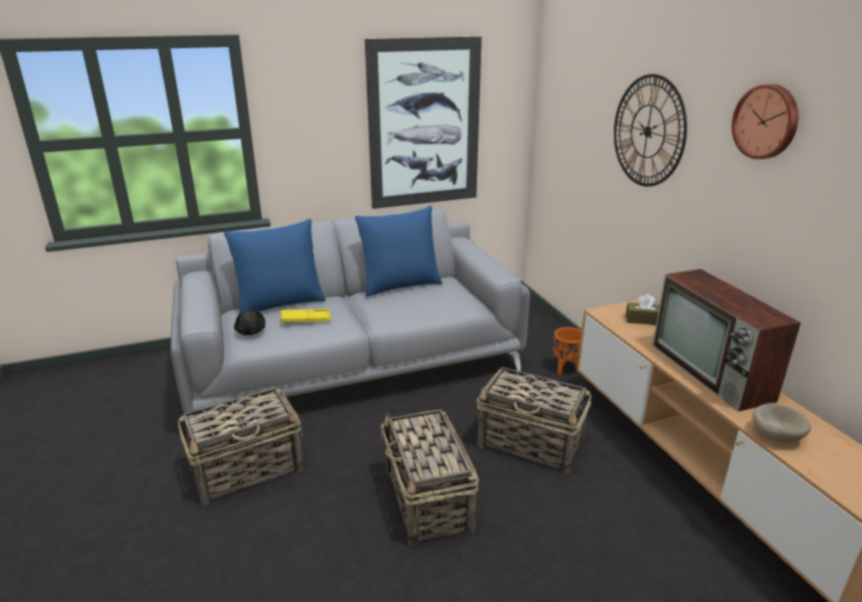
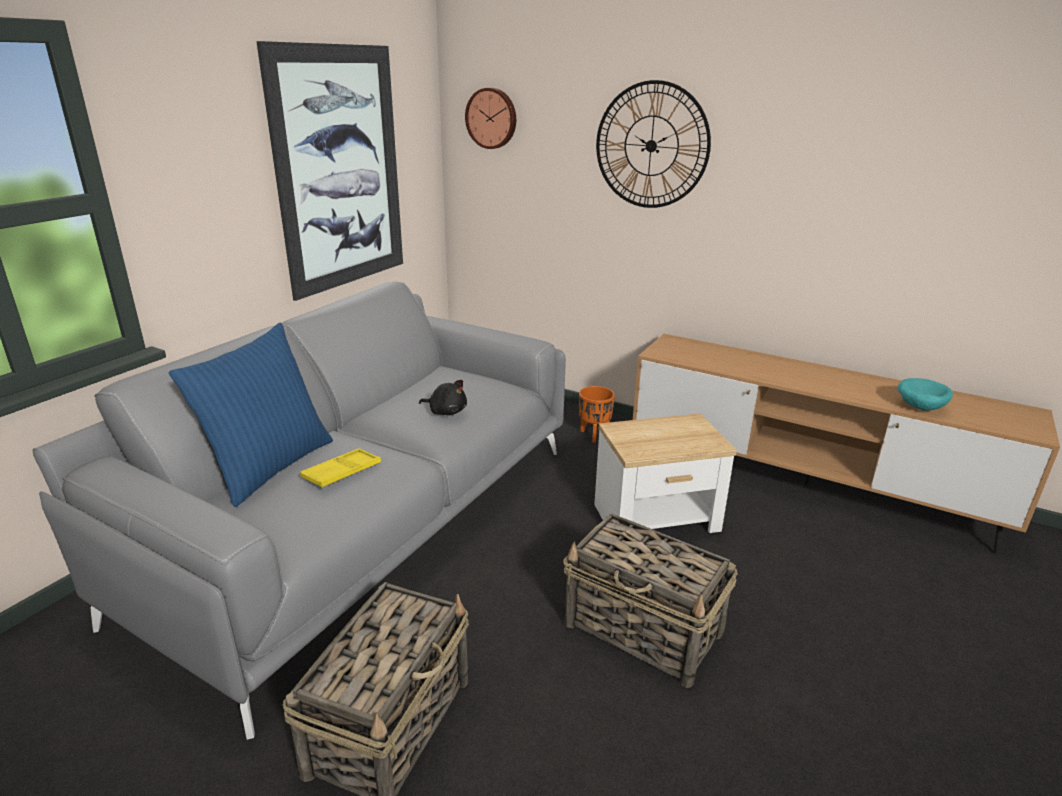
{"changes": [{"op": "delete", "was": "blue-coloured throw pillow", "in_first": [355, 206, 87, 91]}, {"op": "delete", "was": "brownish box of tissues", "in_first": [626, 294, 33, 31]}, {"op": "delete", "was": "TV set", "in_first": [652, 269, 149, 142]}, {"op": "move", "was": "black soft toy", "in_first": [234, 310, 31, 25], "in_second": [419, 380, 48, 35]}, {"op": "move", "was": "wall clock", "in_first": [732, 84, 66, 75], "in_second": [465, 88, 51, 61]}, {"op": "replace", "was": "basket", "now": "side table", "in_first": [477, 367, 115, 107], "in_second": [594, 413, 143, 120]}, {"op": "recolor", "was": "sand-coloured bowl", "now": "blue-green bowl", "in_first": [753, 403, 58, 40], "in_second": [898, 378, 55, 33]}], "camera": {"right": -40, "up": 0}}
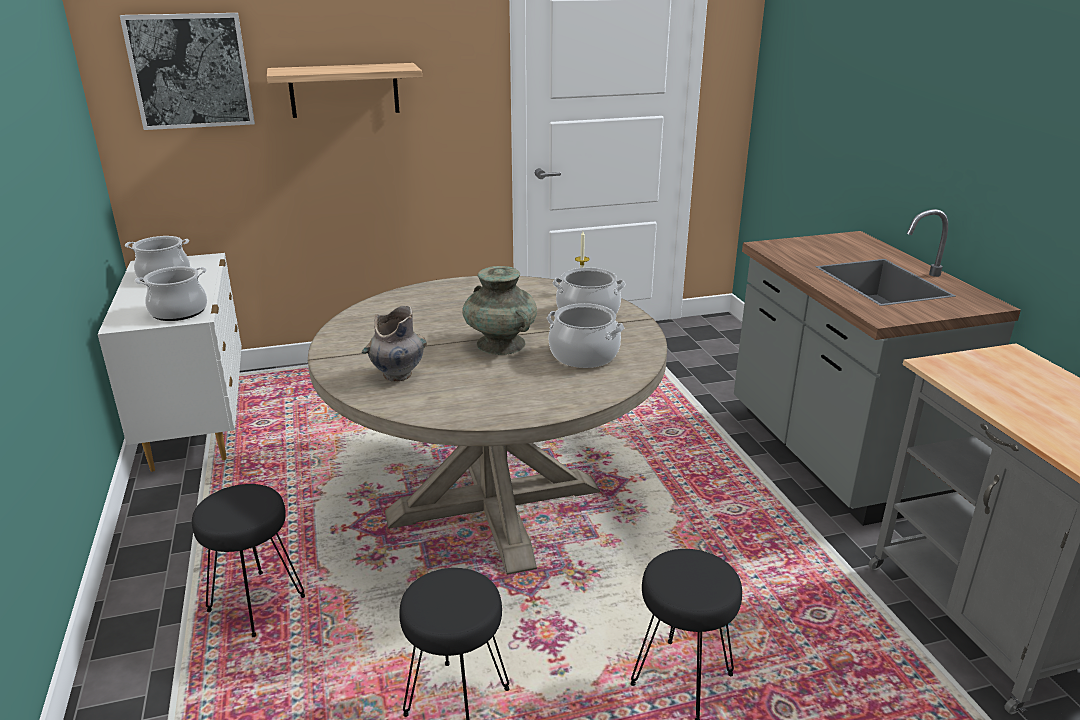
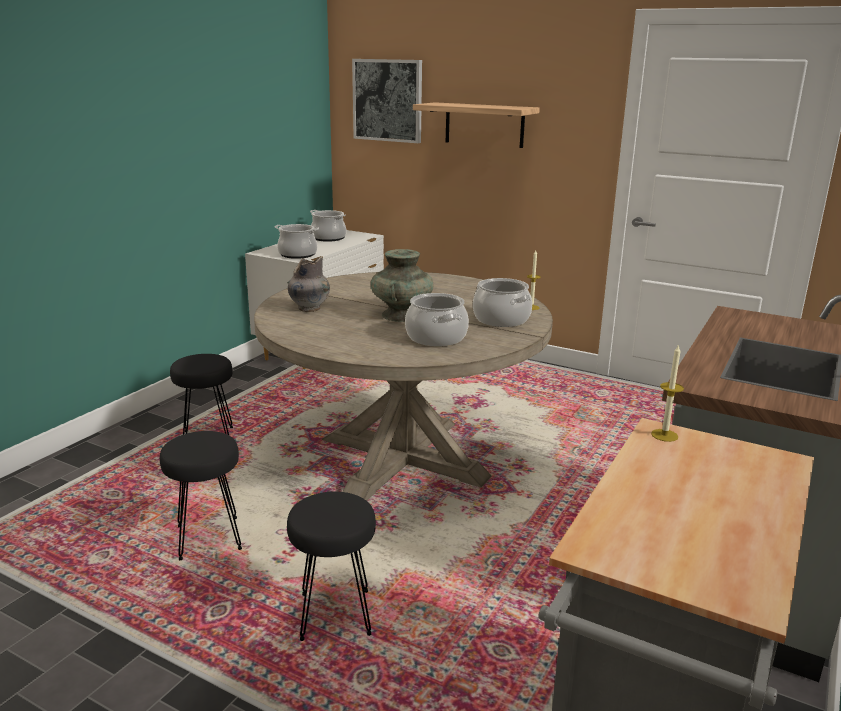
{"changes": [{"op": "insert", "now": "wax candle", "in_second": [651, 344, 33, 98]}], "camera": {"right": 45, "up": -5}}
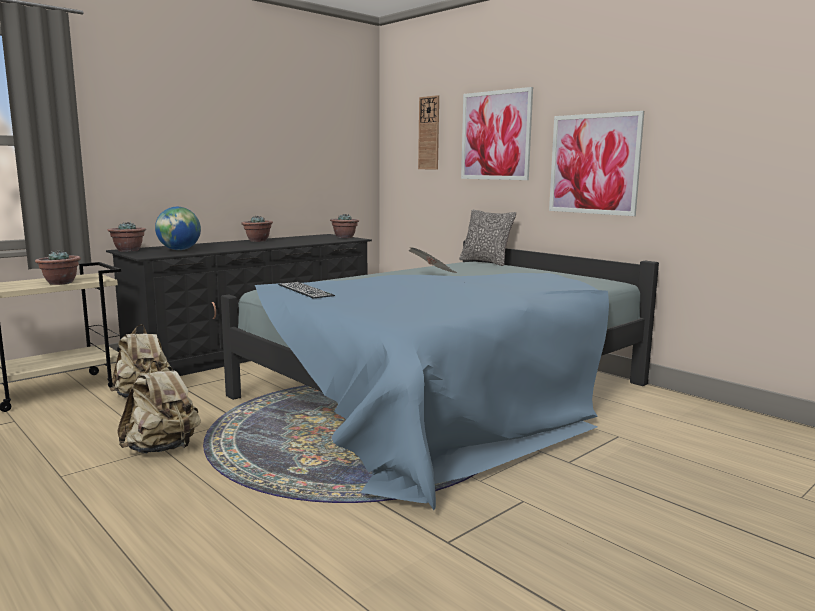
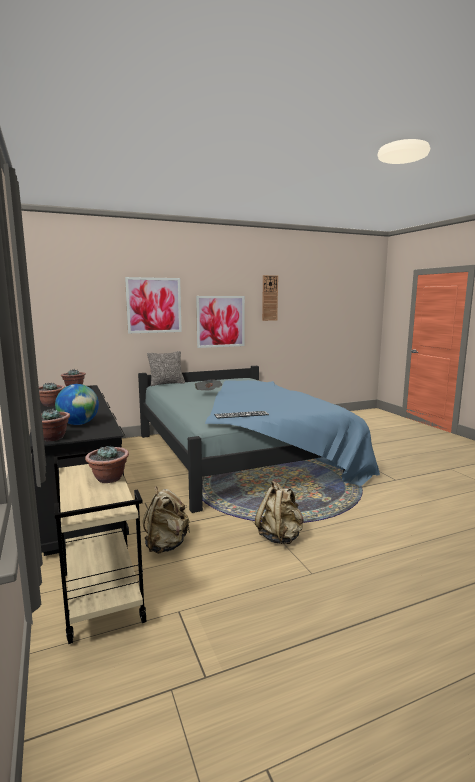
{"changes": [{"op": "move", "was": "wall clock", "in_first": [418, 95, 21, 75], "in_second": [262, 275, 16, 46]}], "camera": {"right": -70, "up": 0}}
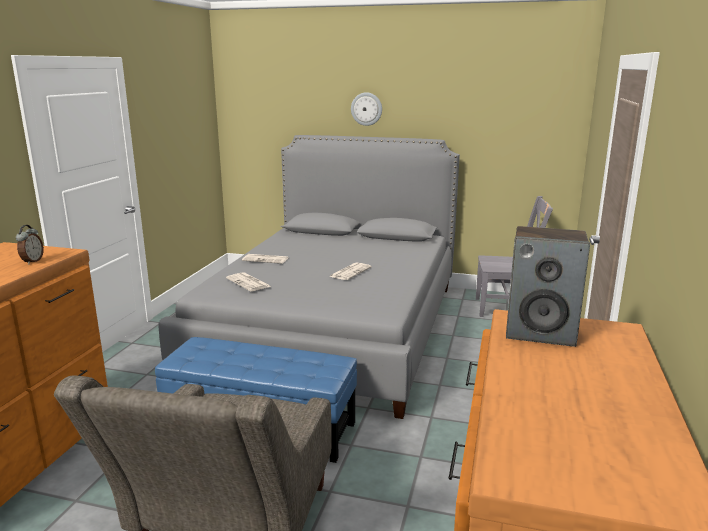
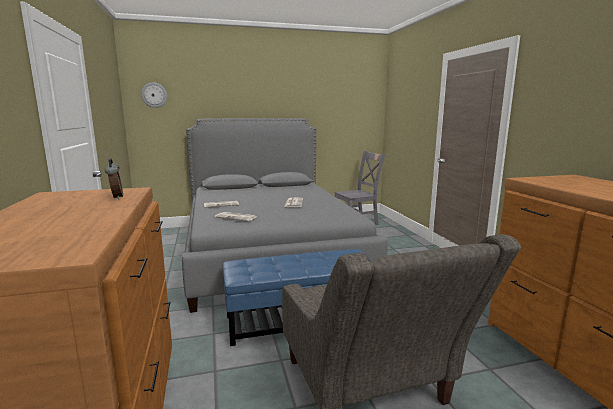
{"changes": [{"op": "delete", "was": "loudspeaker", "in_first": [506, 226, 84, 121]}, {"op": "move", "was": "wall clock", "in_first": [351, 92, 31, 34], "in_second": [141, 83, 26, 25]}], "camera": {"right": -30, "up": -5}}
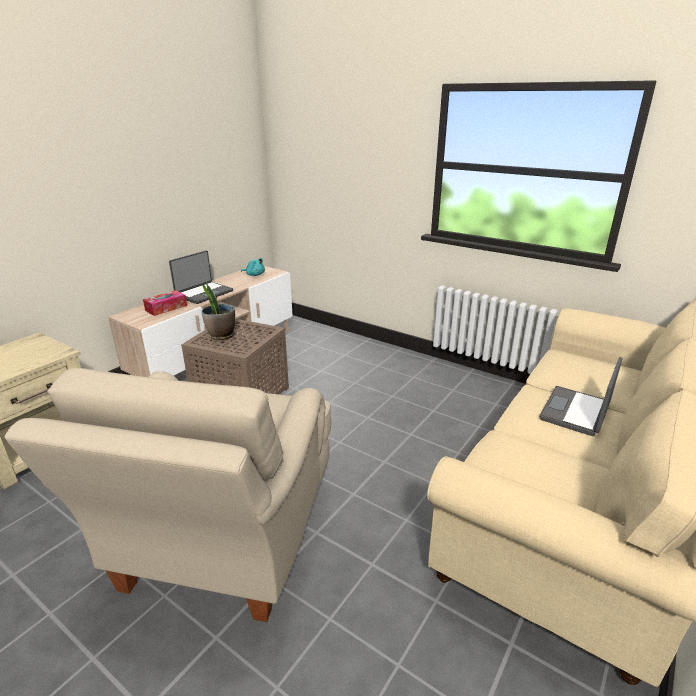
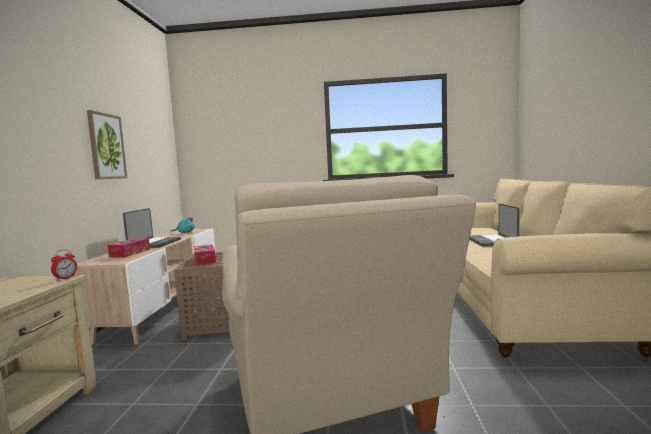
{"changes": [{"op": "insert", "now": "alarm clock", "in_second": [51, 250, 26, 31]}, {"op": "insert", "now": "wall picture", "in_second": [87, 110, 40, 69]}, {"op": "replace", "was": "houseplant", "now": "box of tissues", "in_first": [201, 280, 34, 60], "in_second": [194, 244, 22, 21]}], "camera": {"right": -30, "up": -20}}
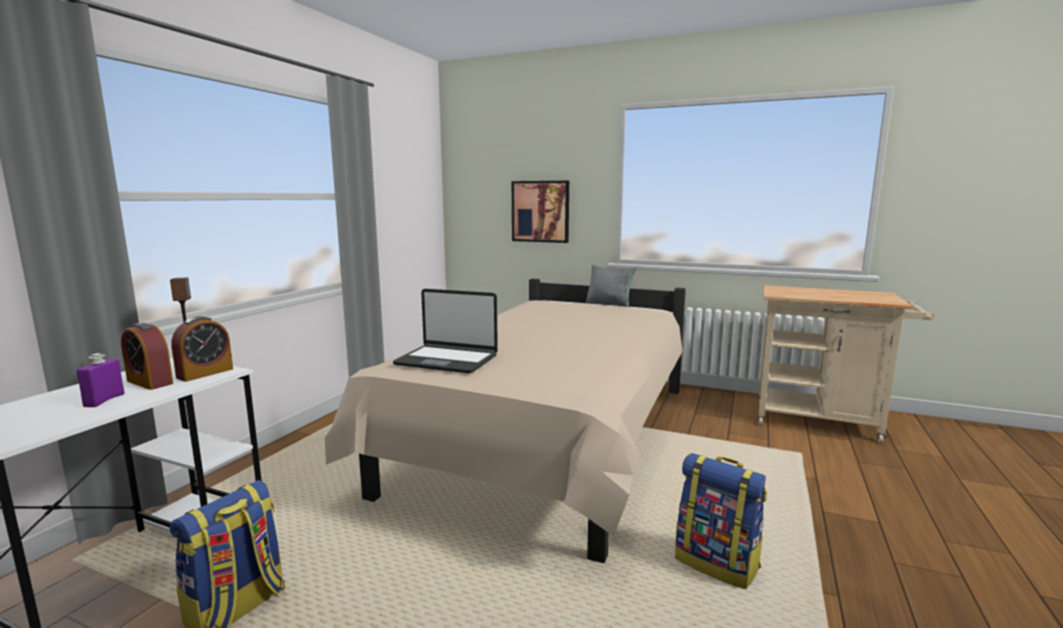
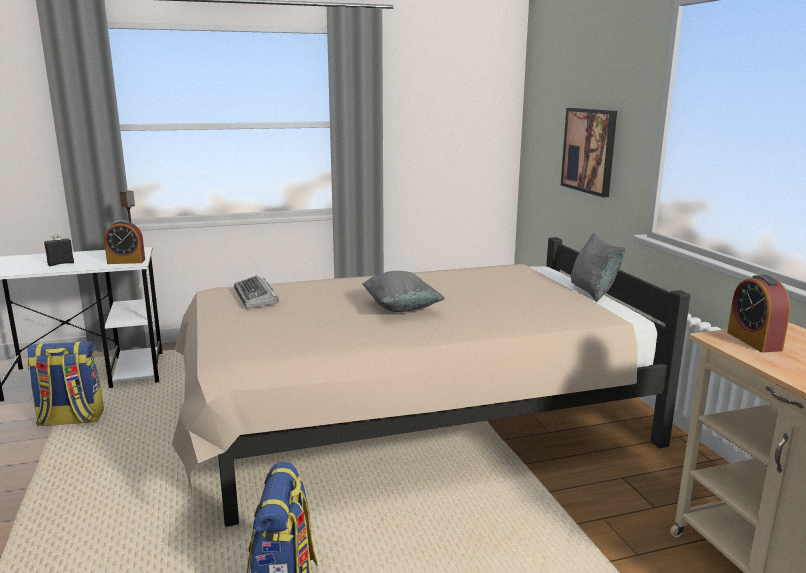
{"changes": [{"op": "insert", "now": "greyish throw pillow", "in_second": [362, 271, 83, 41]}, {"op": "move", "was": "alarm clock", "in_first": [121, 322, 52, 68], "in_second": [727, 275, 63, 77]}, {"op": "replace", "was": "portable computer", "now": "PC keyboard", "in_first": [393, 289, 105, 84], "in_second": [234, 275, 45, 34]}, {"op": "recolor", "was": "purplish beverage bottle", "now": "black beverage bottle", "in_first": [77, 353, 48, 54], "in_second": [44, 234, 30, 32]}], "camera": {"right": 50, "up": 5}}
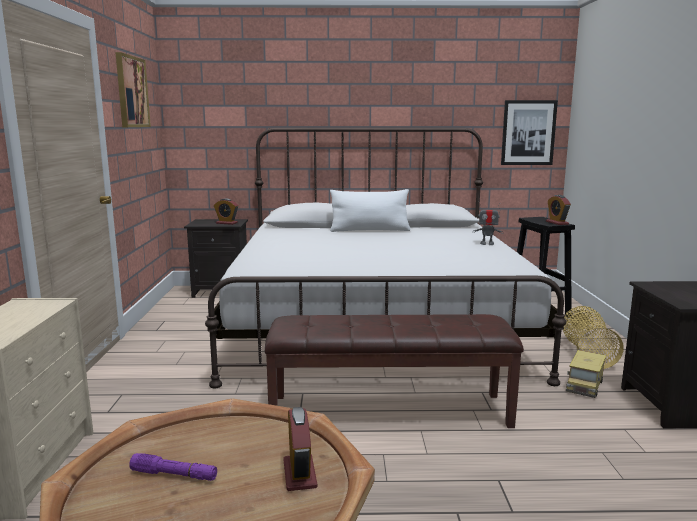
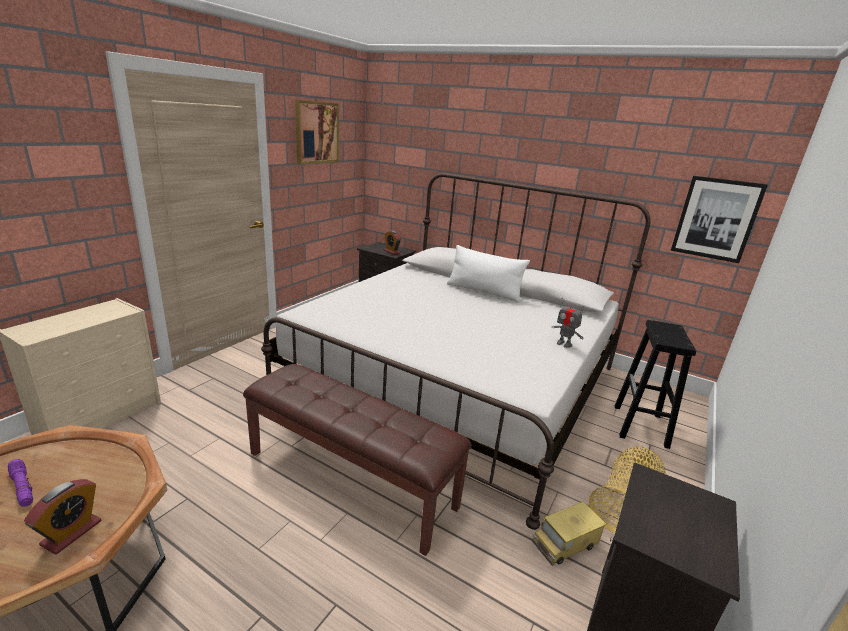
{"changes": [{"op": "delete", "was": "alarm clock", "in_first": [546, 195, 25, 30]}], "camera": {"right": 30, "up": 10}}
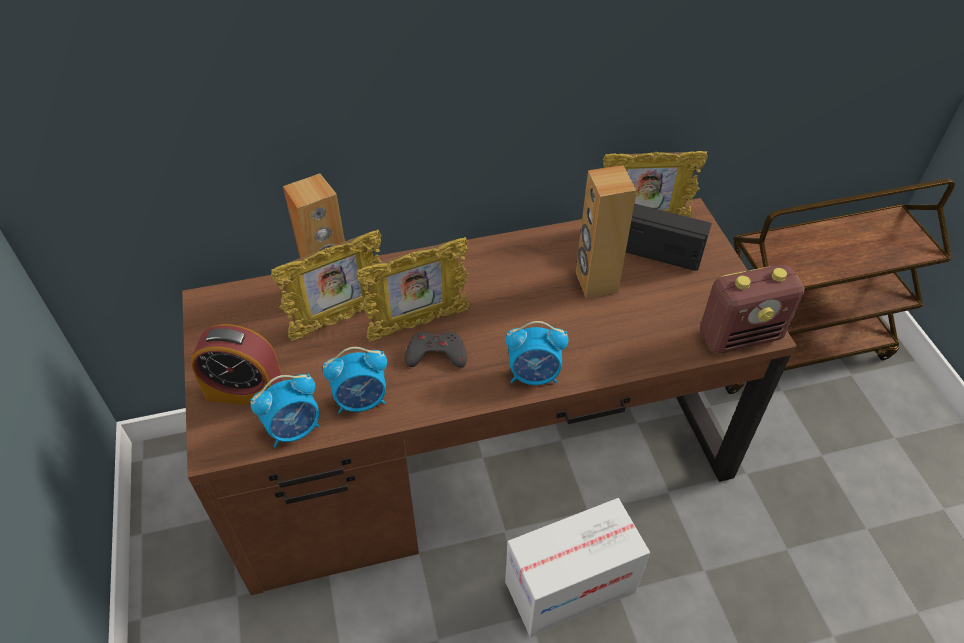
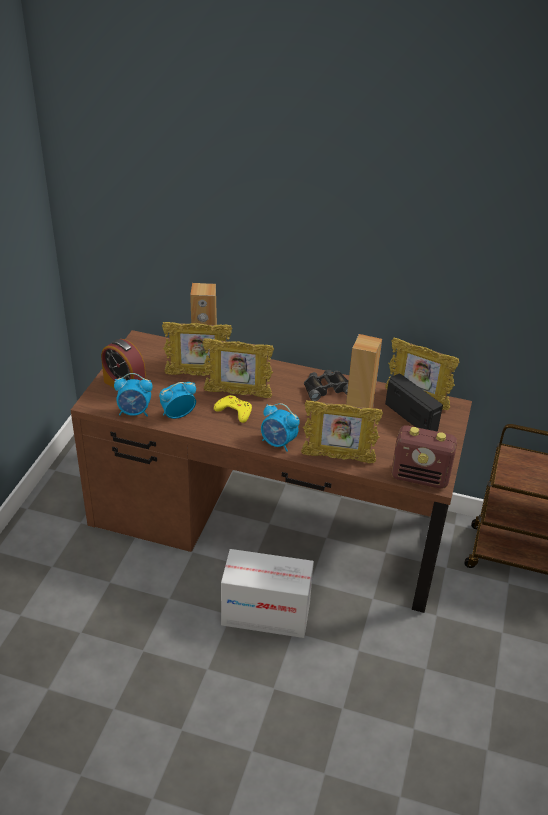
{"changes": [{"op": "insert", "now": "standing frame", "in_second": [301, 400, 82, 63]}, {"op": "insert", "now": "black binoculars", "in_second": [304, 370, 44, 31]}, {"op": "recolor", "was": "greyish joypad", "now": "yellow joypad", "in_first": [405, 332, 62, 36], "in_second": [214, 395, 38, 28]}, {"op": "rotate", "was": "alarm clock", "in_first": [323, 347, 64, 67], "in_second": [159, 382, 37, 37], "clockwise": 135}], "camera": {"right": 30, "up": -10}}
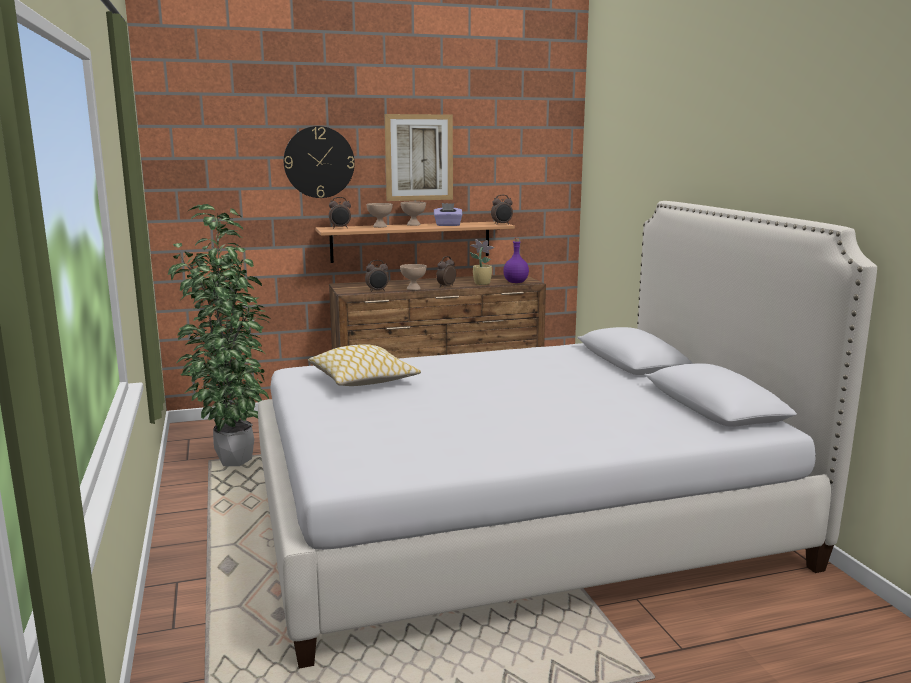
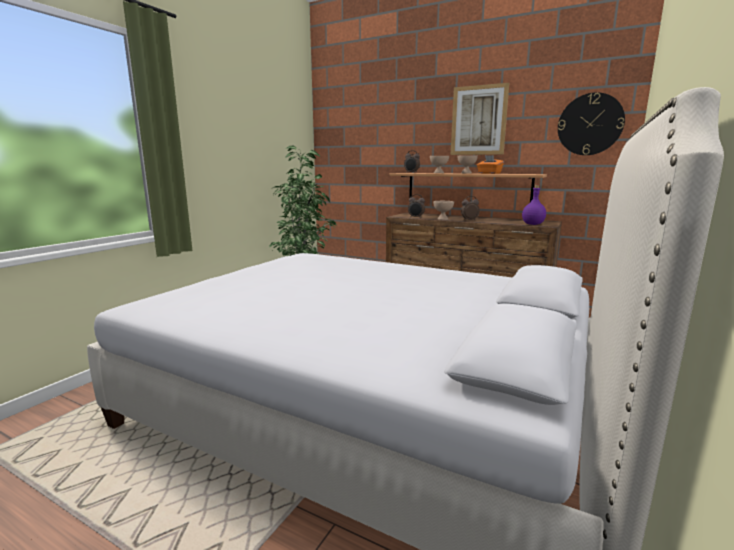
{"changes": [{"op": "delete", "was": "throw pillow", "in_first": [308, 344, 113, 42]}, {"op": "delete", "was": "houseplant", "in_first": [470, 239, 24, 46]}, {"op": "delete", "was": "alarm clock", "in_first": [491, 195, 22, 30]}, {"op": "move", "was": "wall clock", "in_first": [284, 126, 71, 72], "in_second": [558, 92, 67, 63]}, {"op": "recolor", "was": "purplish box of tissues", "now": "orangey box of tissues", "in_first": [434, 203, 28, 23], "in_second": [477, 155, 27, 19]}], "camera": {"right": 45, "up": 0}}
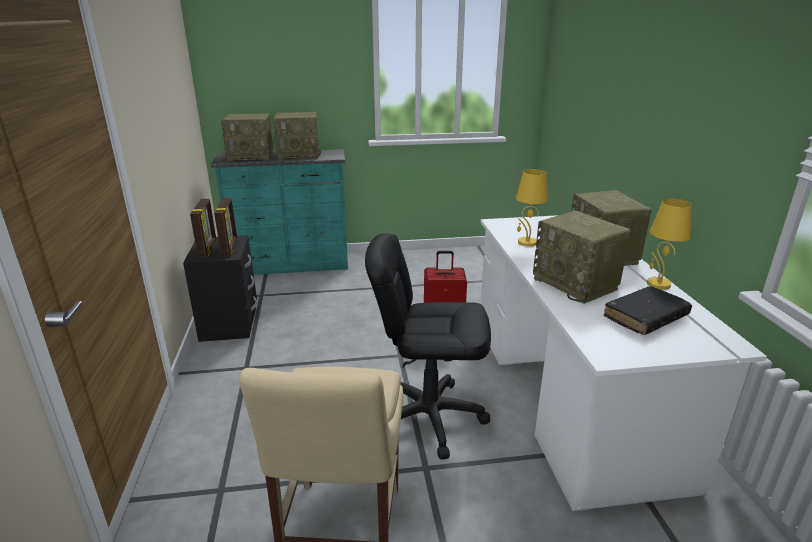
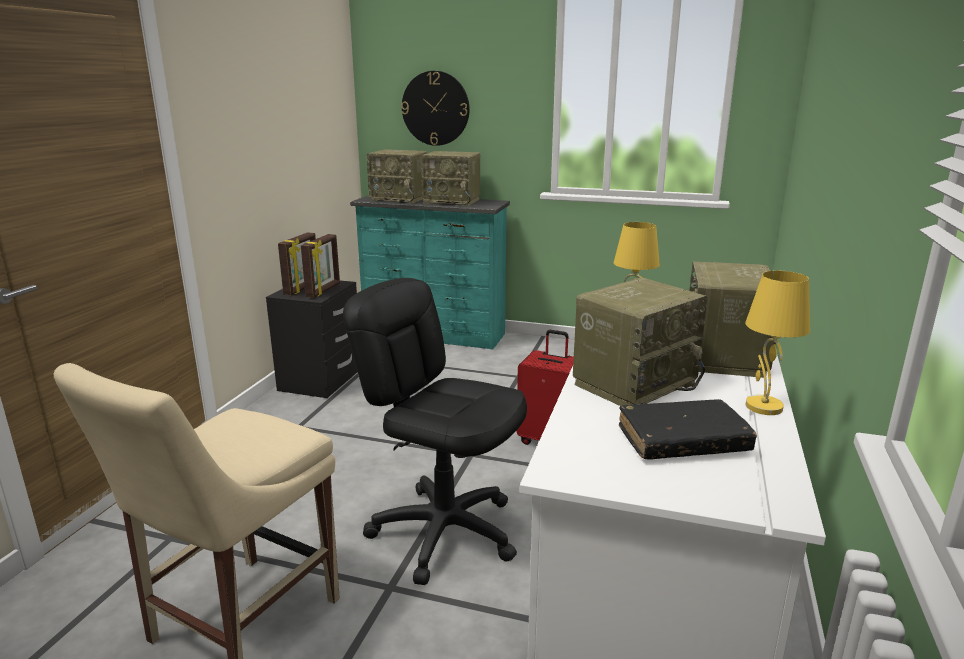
{"changes": [{"op": "insert", "now": "wall clock", "in_second": [401, 71, 69, 75]}, {"op": "rotate", "was": "radio receiver", "in_first": [533, 211, 98, 93], "in_second": [573, 277, 135, 129], "clockwise": -120}], "camera": {"right": 25, "up": -5}}
